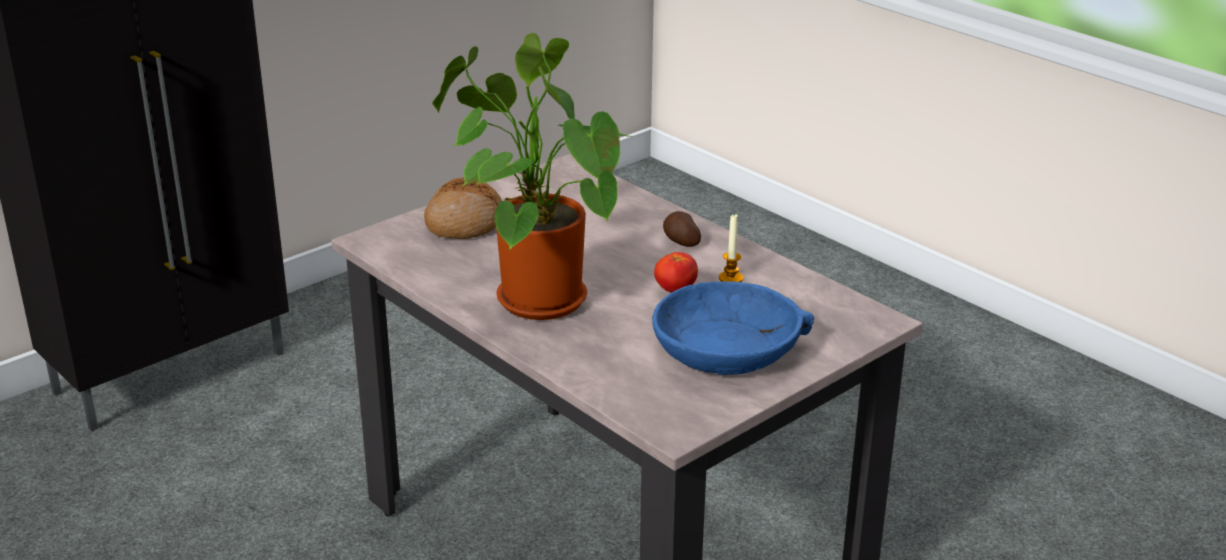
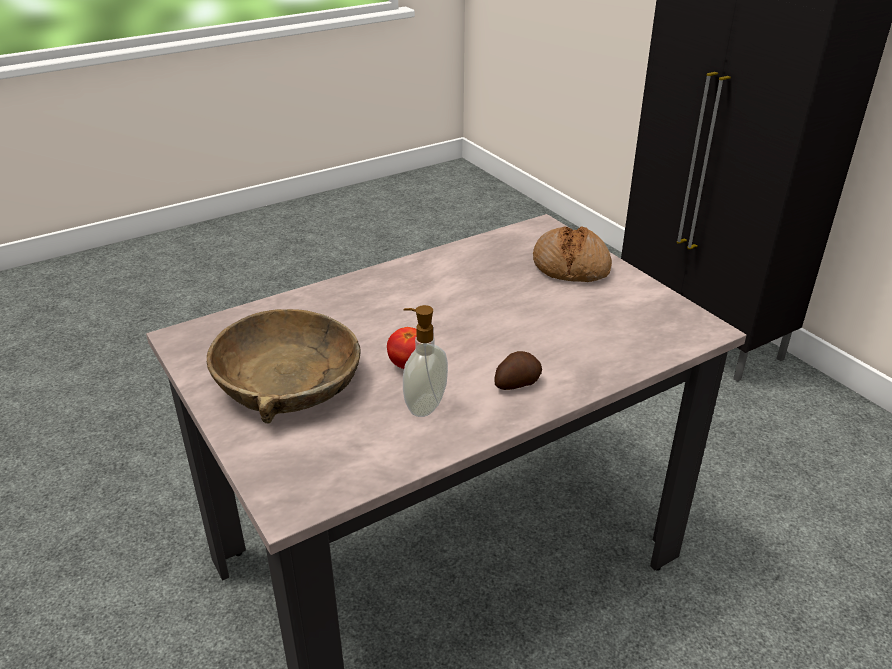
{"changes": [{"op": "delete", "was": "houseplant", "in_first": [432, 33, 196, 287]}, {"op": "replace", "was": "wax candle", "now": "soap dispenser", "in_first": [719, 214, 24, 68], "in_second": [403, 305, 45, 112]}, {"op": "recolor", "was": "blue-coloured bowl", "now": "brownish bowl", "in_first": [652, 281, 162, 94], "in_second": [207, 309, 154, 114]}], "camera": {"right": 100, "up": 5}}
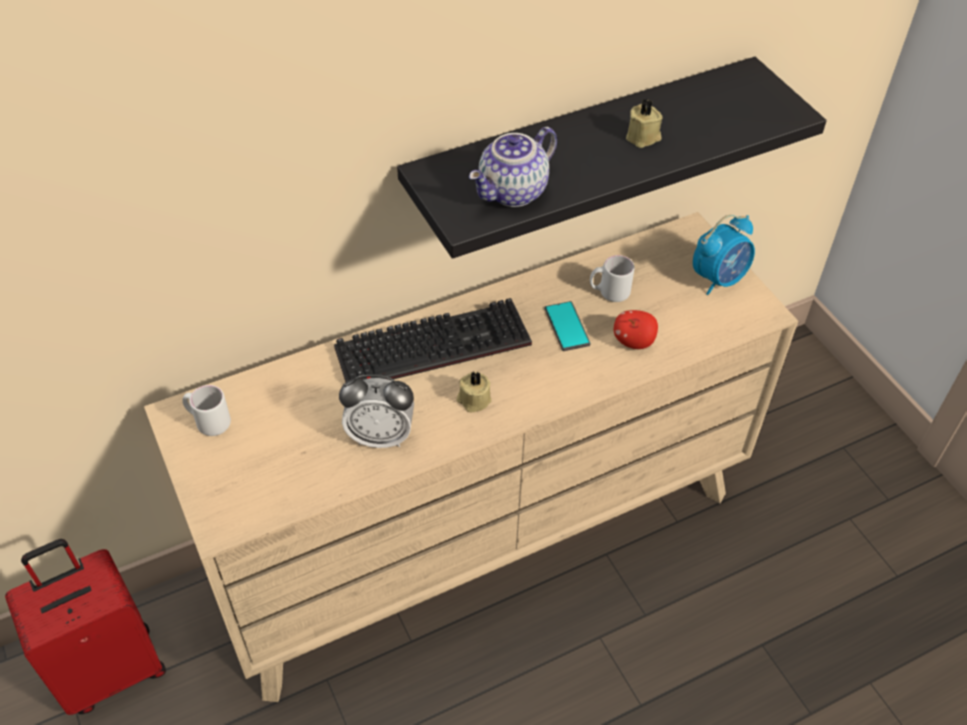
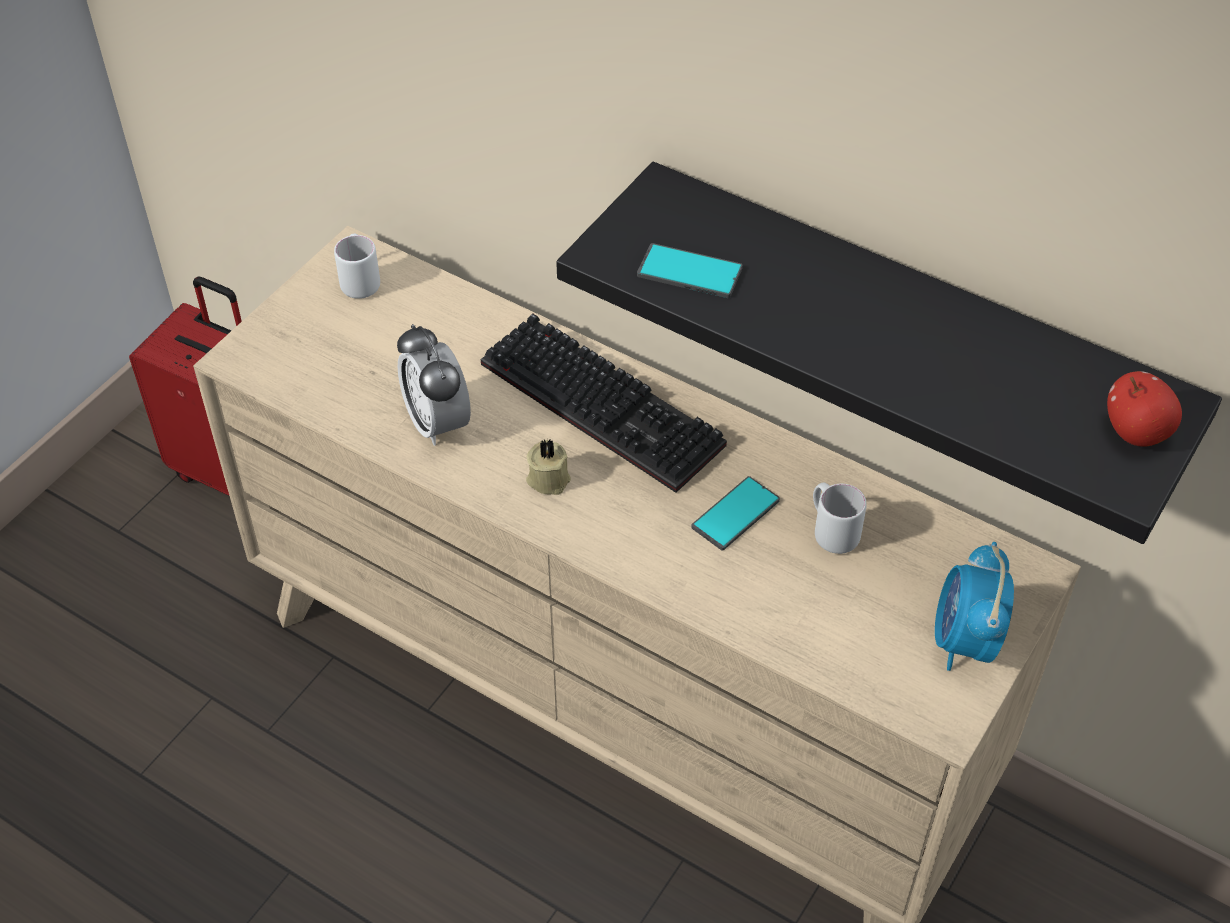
{"changes": [{"op": "delete", "was": "sand-coloured wax candle", "in_first": [626, 99, 37, 49]}, {"op": "move", "was": "apple fruit", "in_first": [614, 310, 44, 39], "in_second": [1107, 371, 75, 76]}, {"op": "replace", "was": "pot for tea", "now": "handset", "in_first": [469, 127, 88, 80], "in_second": [637, 243, 106, 55]}, {"op": "rotate", "was": "alarm clock", "in_first": [693, 215, 62, 80], "in_second": [935, 542, 79, 129], "clockwise": 75}], "camera": {"right": 60, "up": 0}}
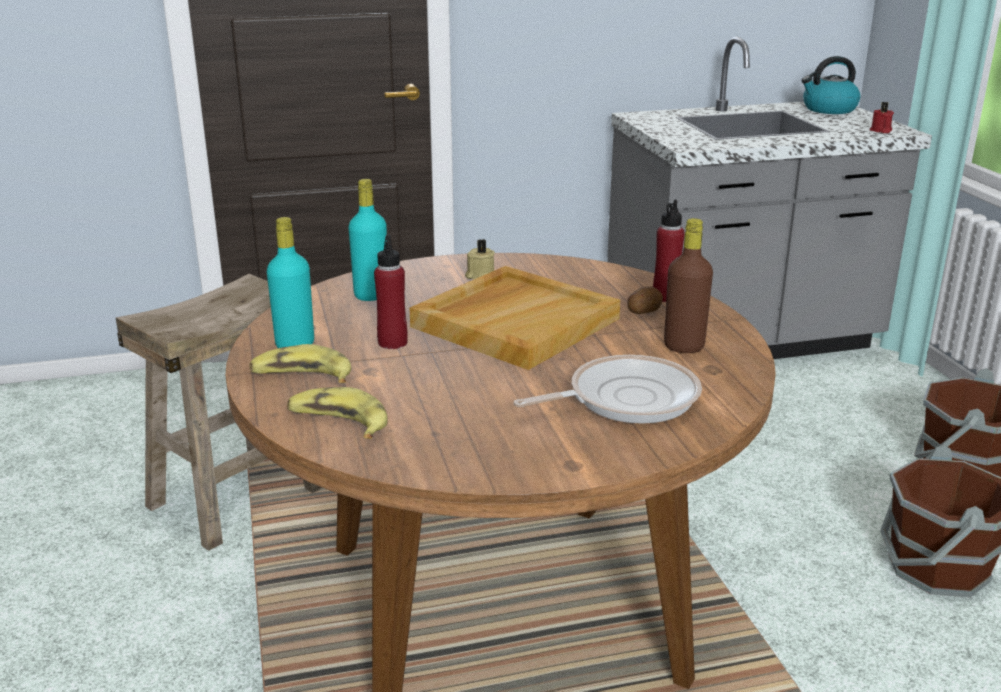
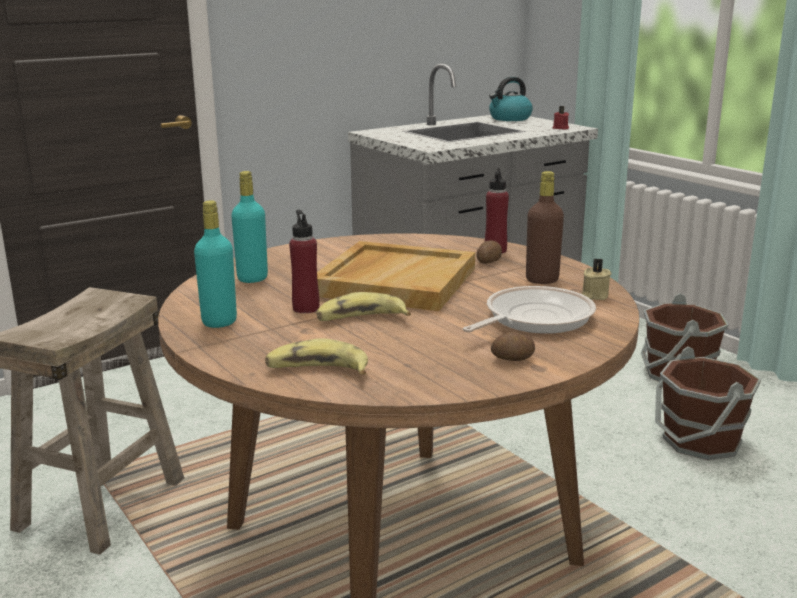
{"changes": [{"op": "insert", "now": "potato", "in_second": [491, 332, 44, 29]}, {"op": "move", "was": "banana fruit", "in_first": [249, 344, 102, 39], "in_second": [317, 292, 94, 29]}, {"op": "move", "was": "sand-coloured wax candle", "in_first": [465, 239, 30, 40], "in_second": [582, 258, 29, 42]}], "camera": {"right": -20, "up": -5}}
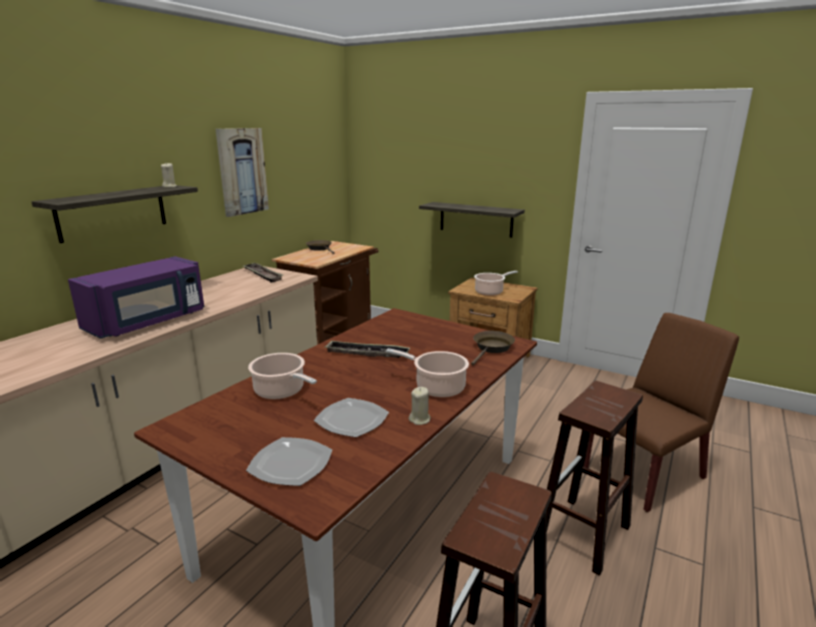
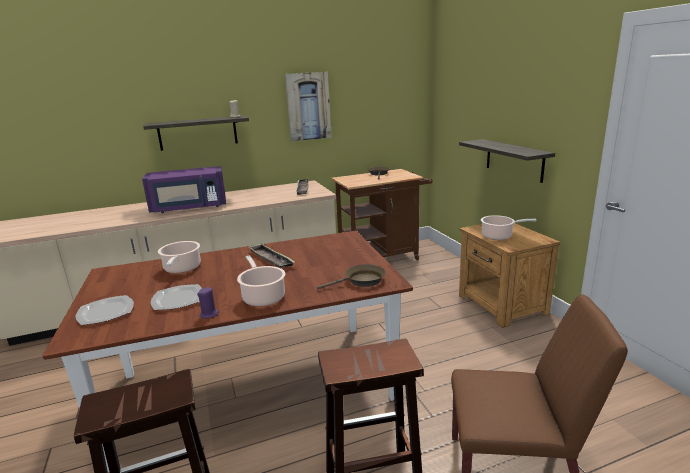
{"changes": [{"op": "recolor", "was": "sand-coloured wax candle", "now": "purplish wax candle", "in_first": [409, 387, 22, 38], "in_second": [197, 287, 22, 31]}], "camera": {"right": 40, "up": 0}}
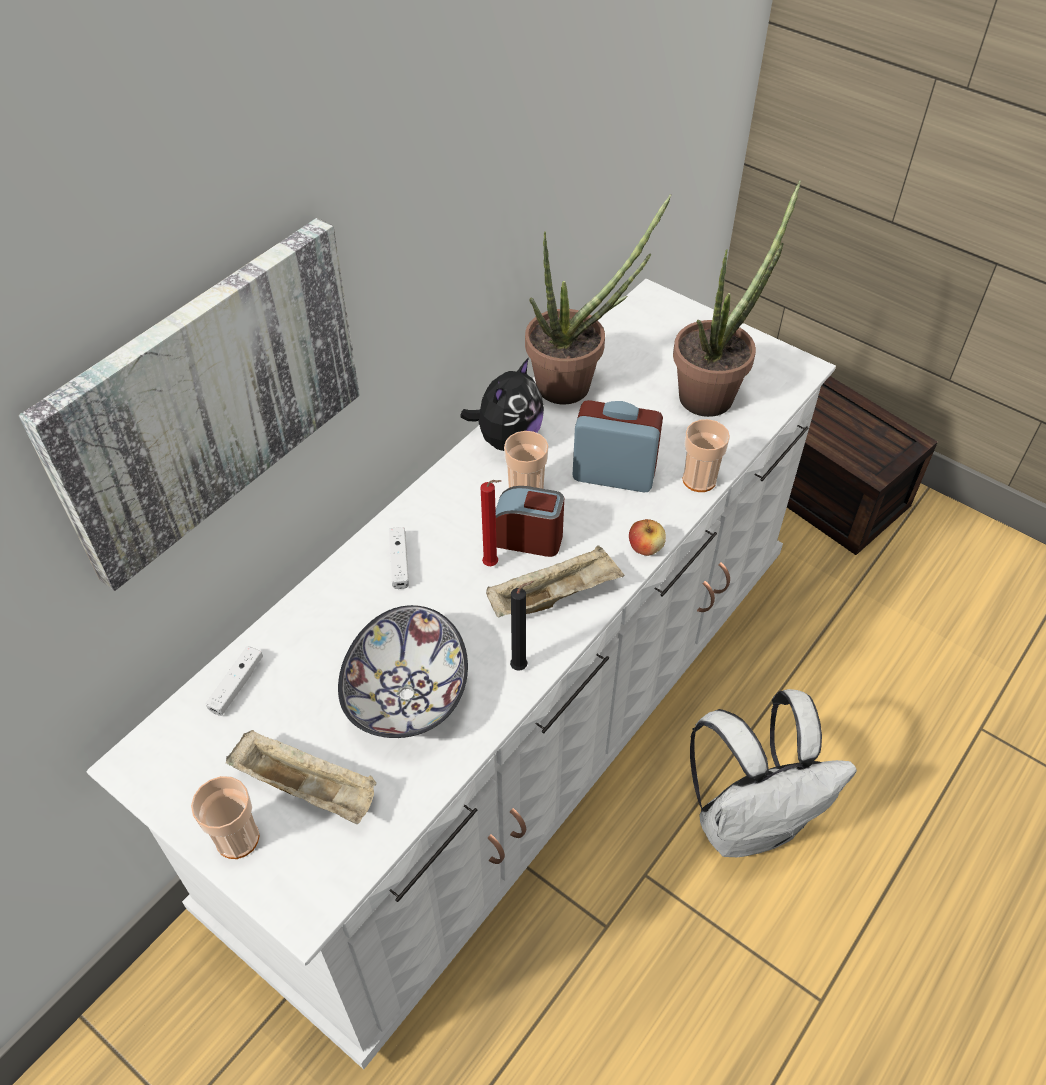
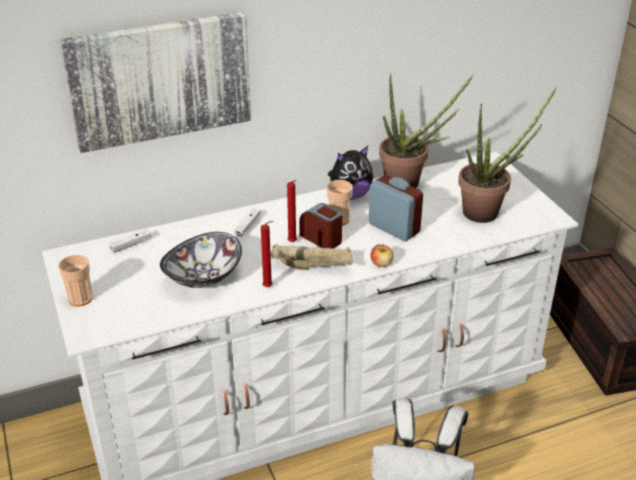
{"changes": [{"op": "delete", "was": "sand-coloured tray", "in_first": [226, 730, 151, 94]}, {"op": "delete", "was": "drinking cup", "in_first": [683, 419, 47, 73]}, {"op": "recolor", "was": "black wax candle", "now": "red-coloured wax candle", "in_first": [510, 581, 24, 90], "in_second": [261, 221, 12, 66]}], "camera": {"right": 30, "up": -15}}
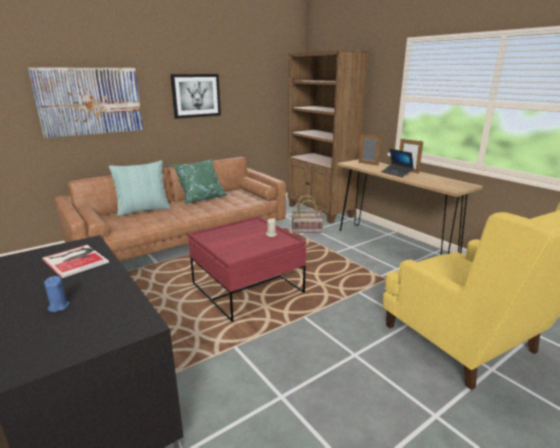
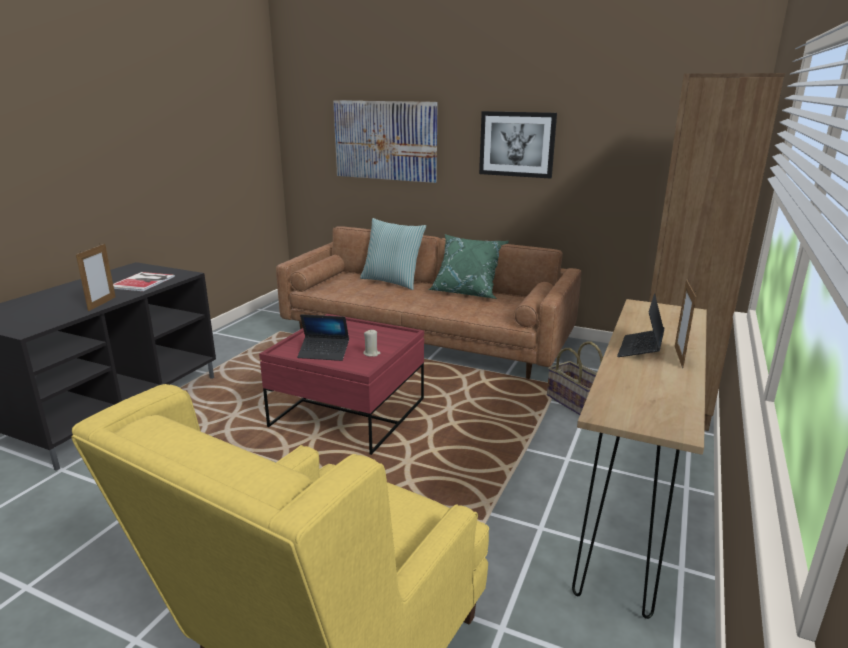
{"changes": [{"op": "delete", "was": "blue-coloured wax candle", "in_first": [44, 276, 25, 36]}, {"op": "insert", "now": "portable computer", "in_second": [297, 314, 52, 47]}, {"op": "move", "was": "standing frame", "in_first": [359, 134, 22, 32], "in_second": [76, 244, 40, 67]}], "camera": {"right": 60, "up": 0}}
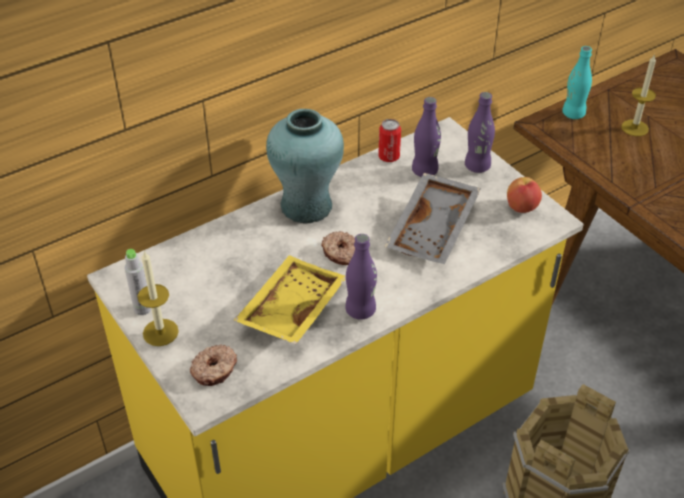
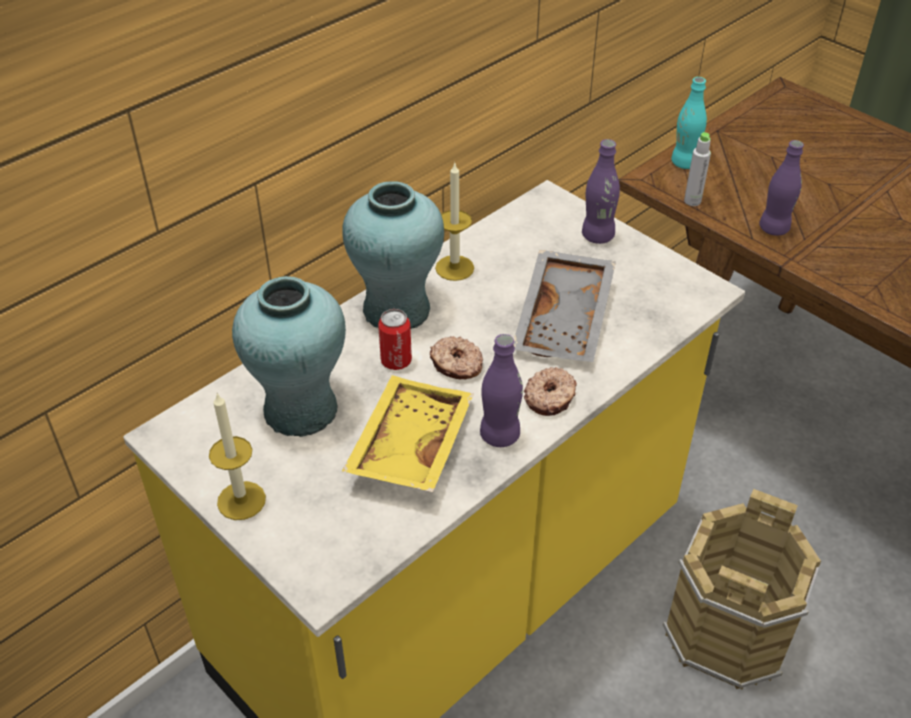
{"changes": [{"op": "delete", "was": "apple fruit", "in_first": [507, 177, 35, 36]}, {"op": "insert", "now": "blue-green decorative vase", "in_second": [232, 276, 114, 161]}, {"op": "move", "was": "greyish beverage bottle", "in_first": [124, 249, 27, 66], "in_second": [684, 132, 27, 74]}, {"op": "move", "was": "doughnut", "in_first": [190, 344, 47, 42], "in_second": [524, 367, 53, 49]}, {"op": "move", "was": "sealed can", "in_first": [378, 119, 23, 43], "in_second": [378, 309, 34, 61]}, {"op": "move", "was": "purplish beverage bottle", "in_first": [412, 97, 29, 80], "in_second": [759, 140, 45, 96]}, {"op": "move", "was": "wax candle", "in_first": [621, 54, 35, 82], "in_second": [435, 162, 39, 119]}], "camera": {"right": -10, "up": 0}}
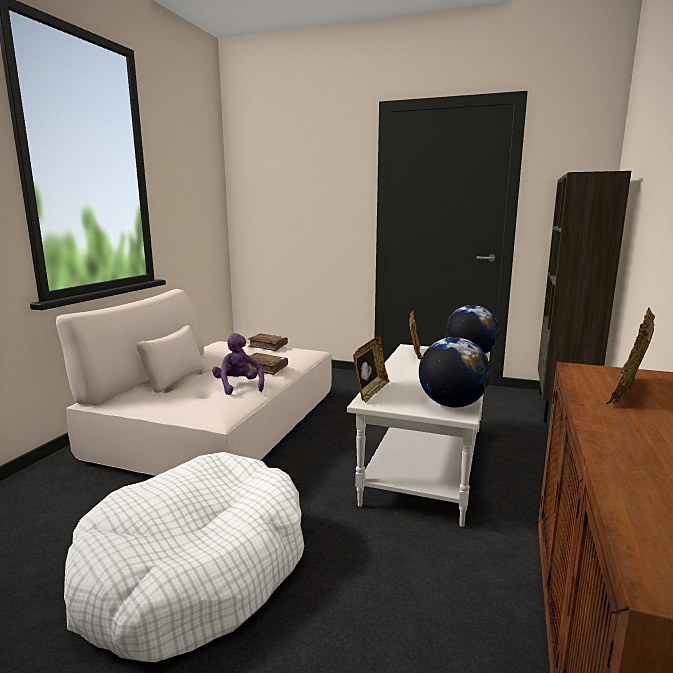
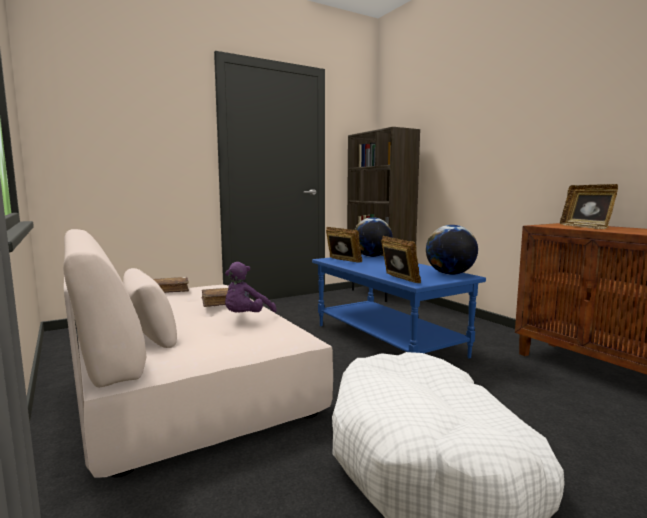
{"changes": [{"op": "recolor", "was": "white-coloured low table", "now": "blue-coloured low table", "in_first": [347, 344, 143, 183], "in_second": [312, 254, 174, 105]}, {"op": "rotate", "was": "purplish soft toy", "in_first": [212, 333, 52, 62], "in_second": [225, 262, 52, 51], "clockwise": -75}], "camera": {"right": -50, "up": -5}}
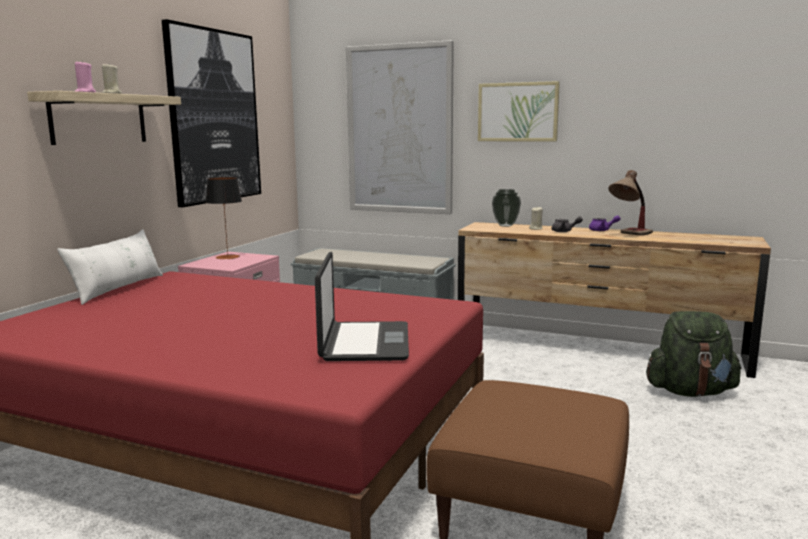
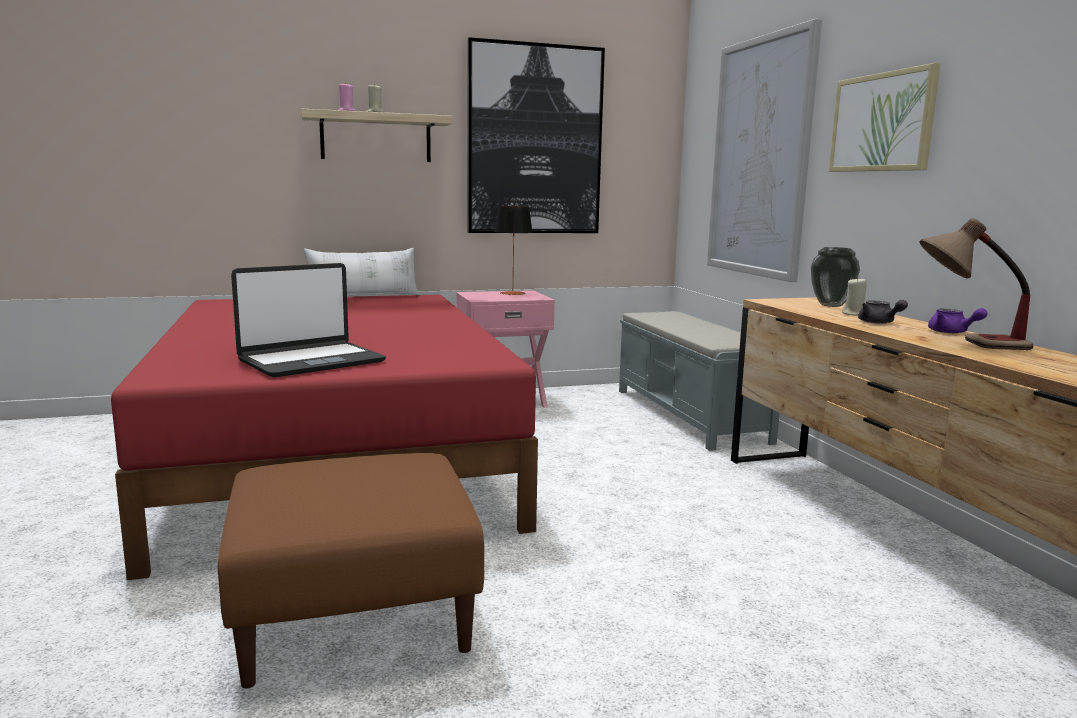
{"changes": [{"op": "delete", "was": "green-coloured rucksack", "in_first": [646, 311, 96, 86]}], "camera": {"right": 50, "up": 0}}
